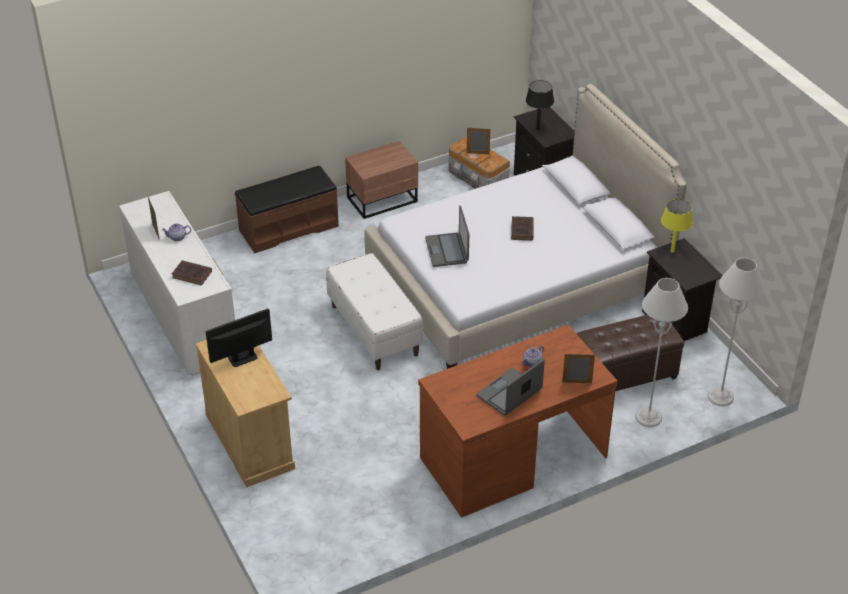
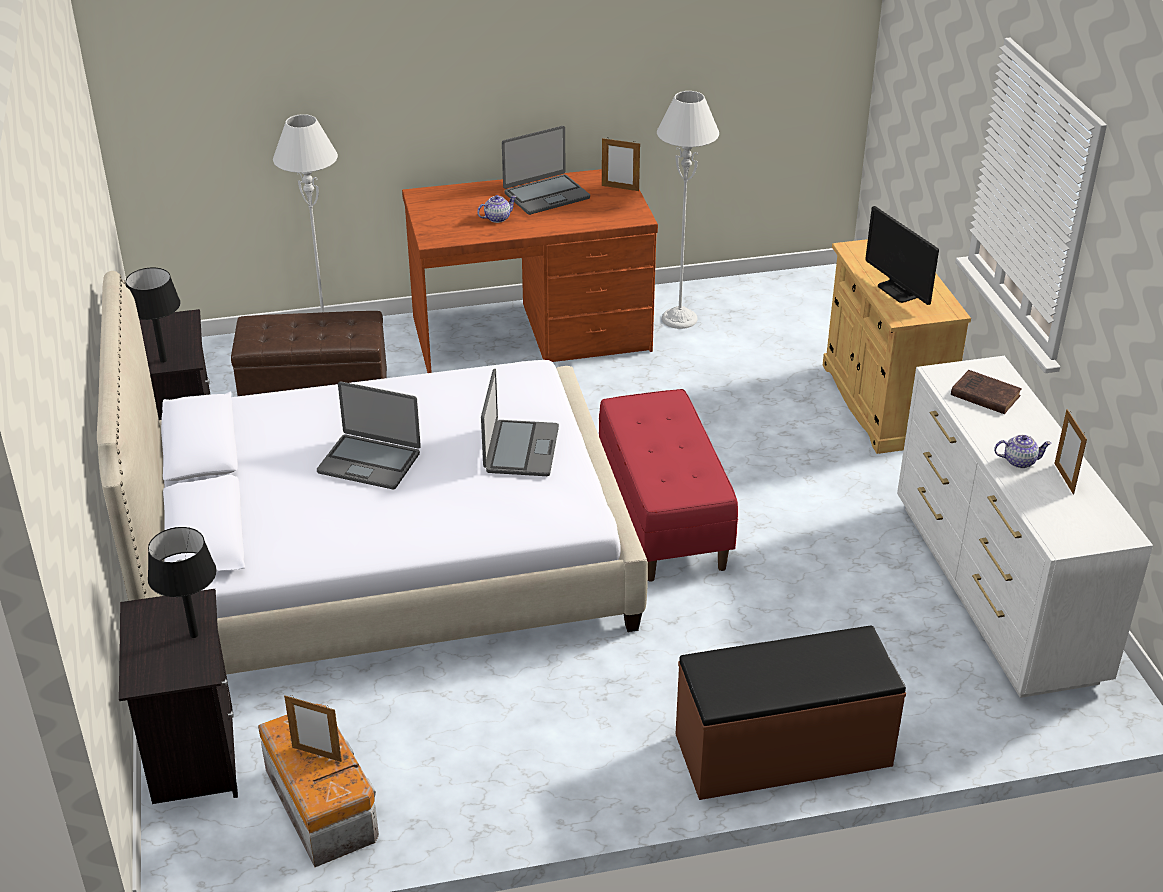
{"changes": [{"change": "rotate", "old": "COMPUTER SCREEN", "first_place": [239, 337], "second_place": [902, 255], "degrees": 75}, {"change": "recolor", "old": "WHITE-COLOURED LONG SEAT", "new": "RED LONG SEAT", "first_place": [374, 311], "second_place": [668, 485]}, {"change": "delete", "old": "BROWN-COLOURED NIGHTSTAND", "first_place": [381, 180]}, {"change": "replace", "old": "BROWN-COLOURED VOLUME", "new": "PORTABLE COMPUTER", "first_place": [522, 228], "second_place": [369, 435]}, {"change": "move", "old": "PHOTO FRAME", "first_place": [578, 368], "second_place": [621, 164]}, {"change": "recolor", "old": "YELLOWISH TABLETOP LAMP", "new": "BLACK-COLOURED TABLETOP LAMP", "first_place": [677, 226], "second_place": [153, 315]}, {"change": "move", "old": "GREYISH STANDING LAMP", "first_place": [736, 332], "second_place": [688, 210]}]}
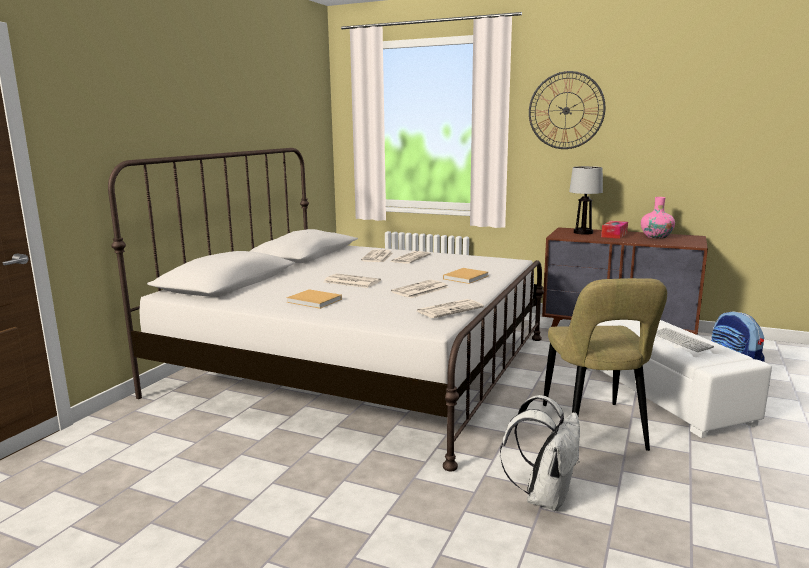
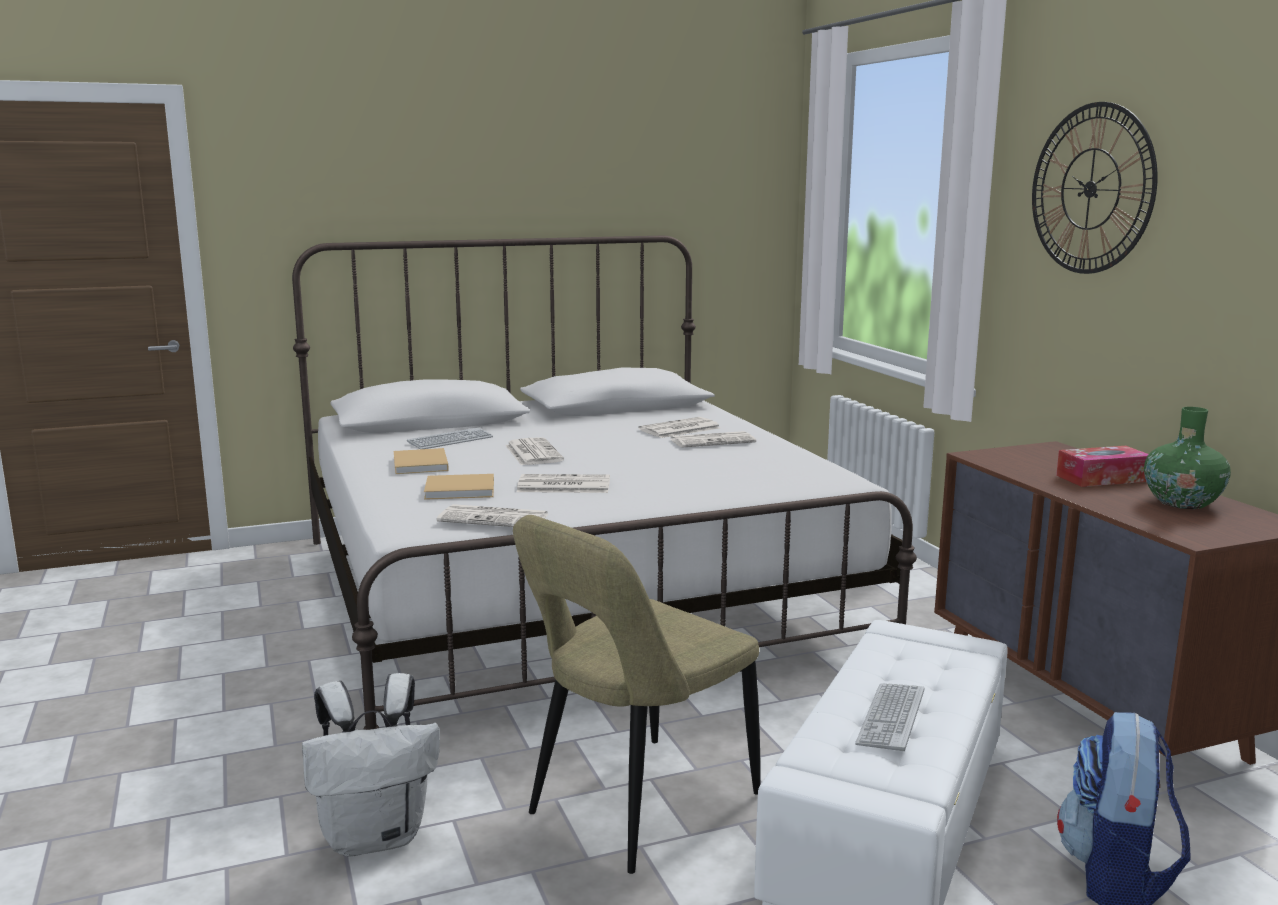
{"changes": [{"change": "move", "old": "BEIGE VOLUME", "first_place": [465, 276], "second_place": [459, 487]}, {"change": "delete", "old": "TABLETOP LAMP", "first_place": [586, 200]}, {"change": "recolor", "old": "PINK DECORATIVE VASE", "new": "GREEN DECORATIVE VASE", "first_place": [658, 218], "second_place": [1187, 458]}, {"change": "insert", "new": "PC KEYBOARD", "second_place": [450, 438]}]}
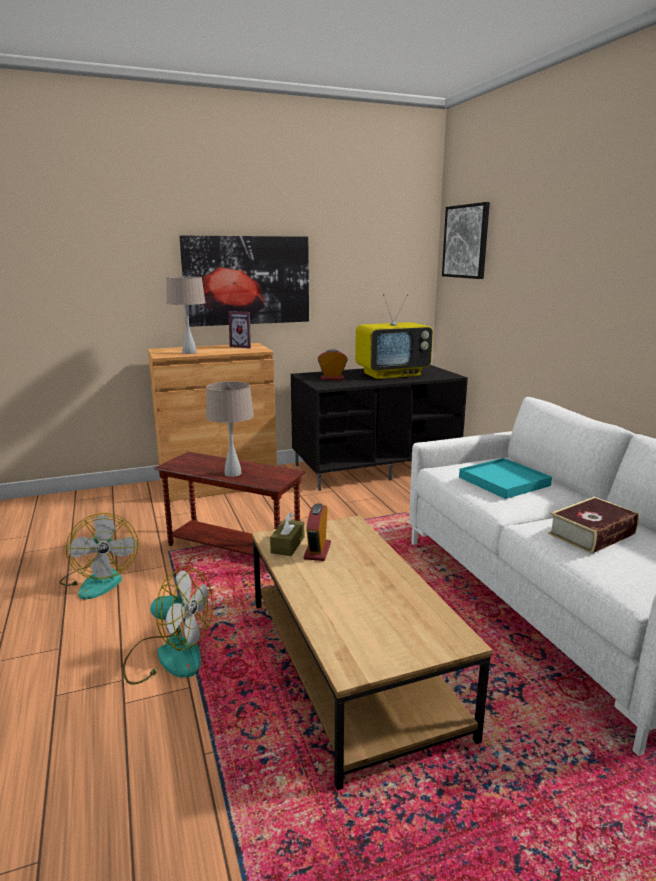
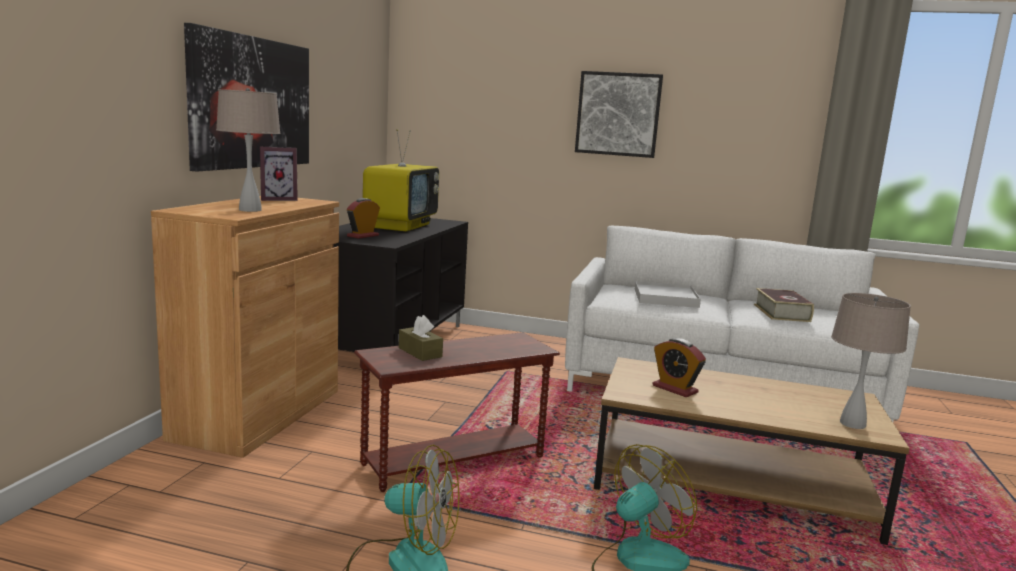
{"changes": [{"change": "move", "old": "BEIGE TABLETOP LAMP", "first_place": [230, 429], "second_place": [871, 361]}, {"change": "move", "old": "BROWN-COLOURED TISSUE BOX", "first_place": [287, 534], "second_place": [421, 338]}, {"change": "move", "old": "PICTURE", "first_place": [466, 240], "second_place": [619, 114]}, {"change": "recolor", "old": "TURQUOISE CARRYING TRAY", "new": "WHITE-COLOURED CARRYING TRAY", "first_place": [505, 478], "second_place": [668, 294]}]}
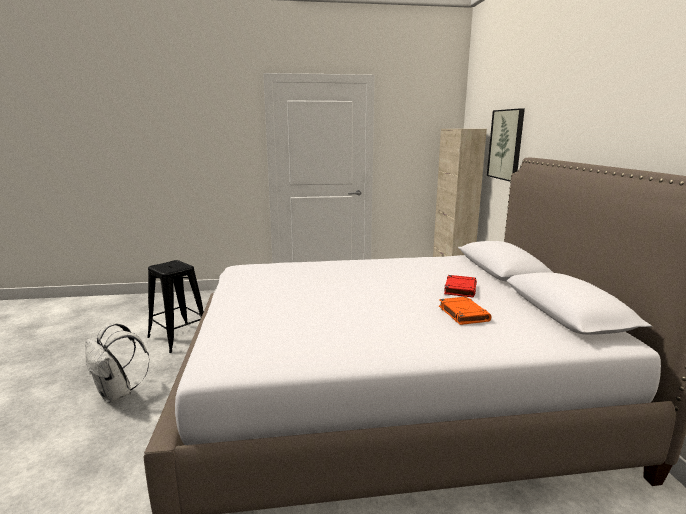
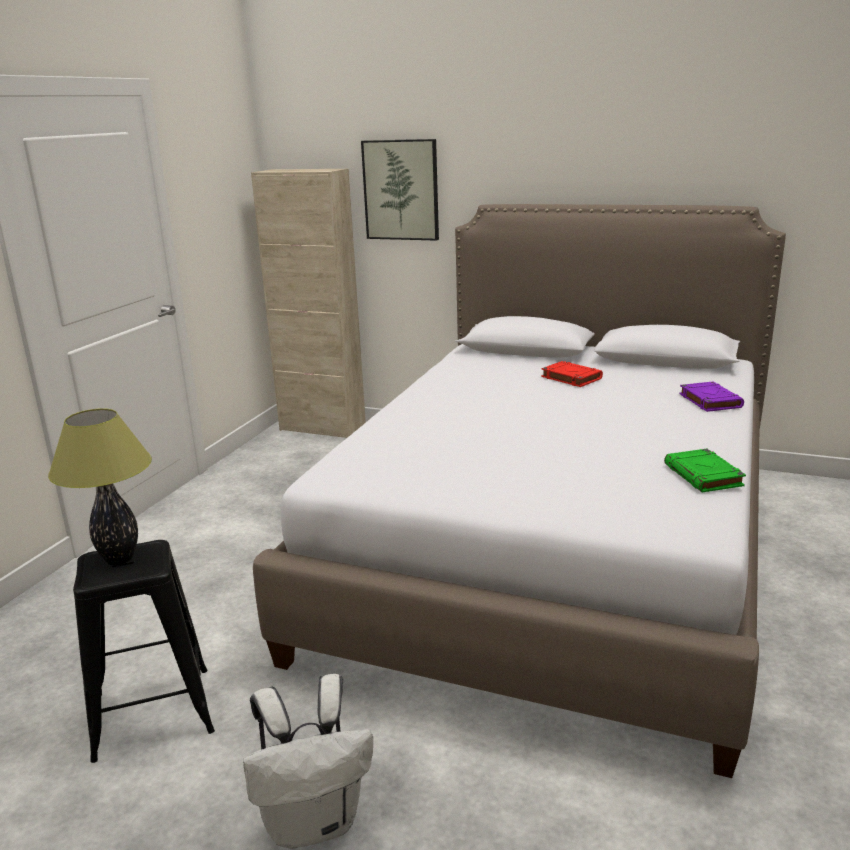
{"changes": [{"change": "delete", "old": "ORANGE-COLOURED VOLUME", "first_place": [465, 311]}, {"change": "insert", "new": "TABLETOP LAMP", "second_place": [100, 487]}, {"change": "insert", "new": "GREEN VOLUME", "second_place": [705, 470]}, {"change": "insert", "new": "PURPLISH VOLUME", "second_place": [711, 397]}]}
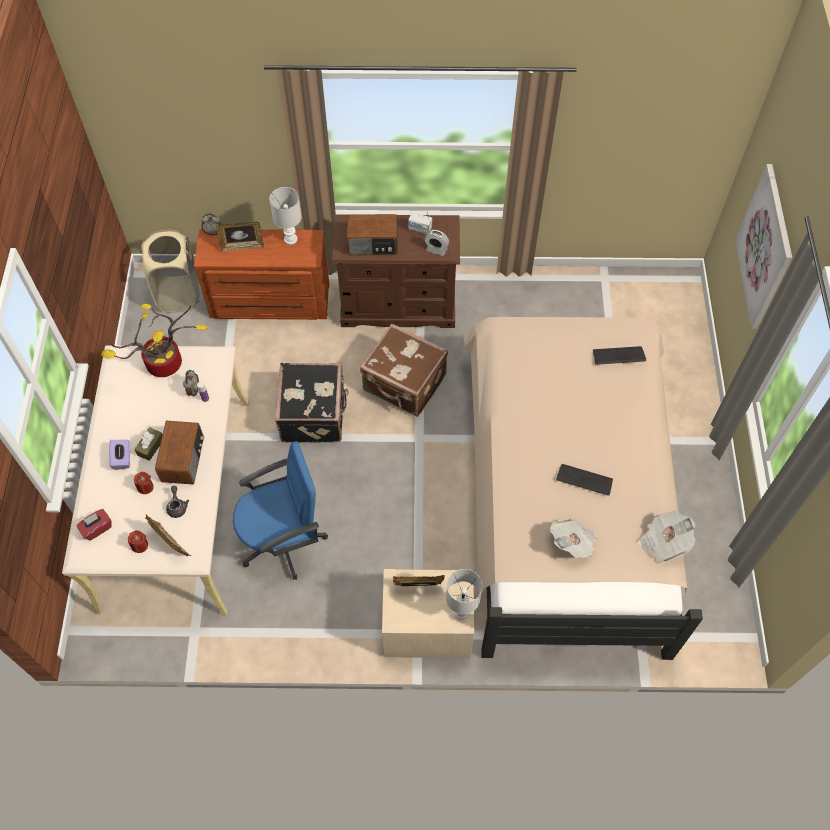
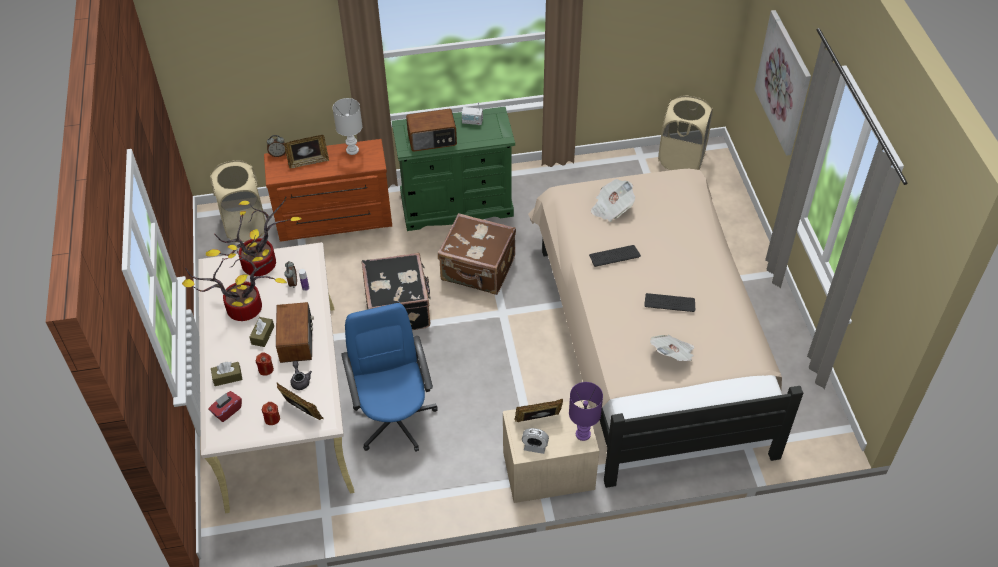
{"changes": [{"change": "delete", "old": "PURPLISH TISSUE BOX", "first_place": [119, 455]}, {"change": "rotate", "old": "BLUISH DESK CHAIR", "first_place": [280, 510], "second_place": [389, 377], "degrees": -75}, {"change": "recolor", "old": "BROWN-COLOURED DRAWER CHEST", "new": "GREEN DRAWER CHEST", "first_place": [396, 271], "second_place": [453, 169]}, {"change": "move", "old": "BEDSIDE CLOCK", "first_place": [437, 243], "second_place": [535, 441]}, {"change": "recolor", "old": "WHITE-COLOURED TABLETOP LAMP", "new": "PURPLISH TABLETOP LAMP", "first_place": [464, 594], "second_place": [586, 411]}, {"change": "move", "old": "PC KEYBOARD", "first_place": [619, 355], "second_place": [615, 256]}, {"change": "move", "old": "PRINTED PAPER", "first_place": [667, 537], "second_place": [613, 200]}, {"change": "insert", "new": "HOUSEPLANT", "second_place": [234, 283]}, {"change": "insert", "new": "BROWN-COLOURED TISSUE BOX", "second_place": [227, 374]}, {"change": "insert", "new": "BEIGE HAMPER", "second_place": [685, 132]}]}
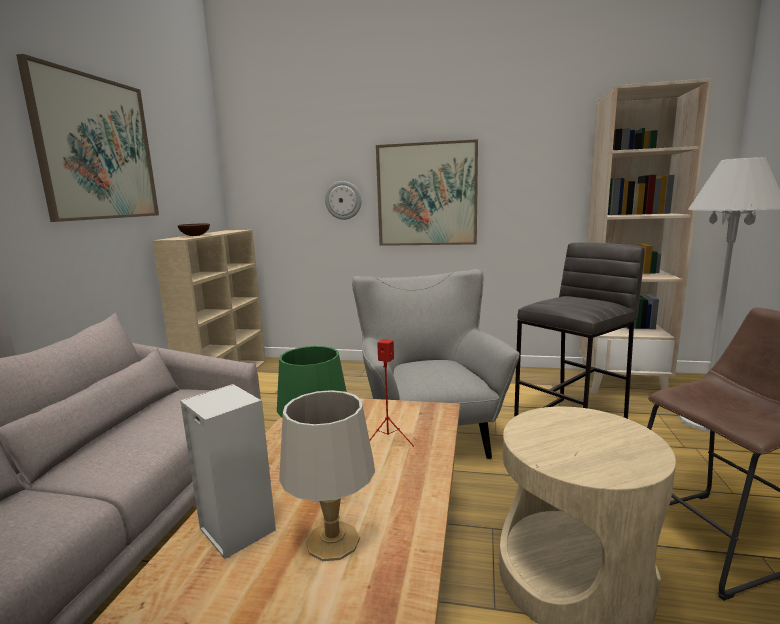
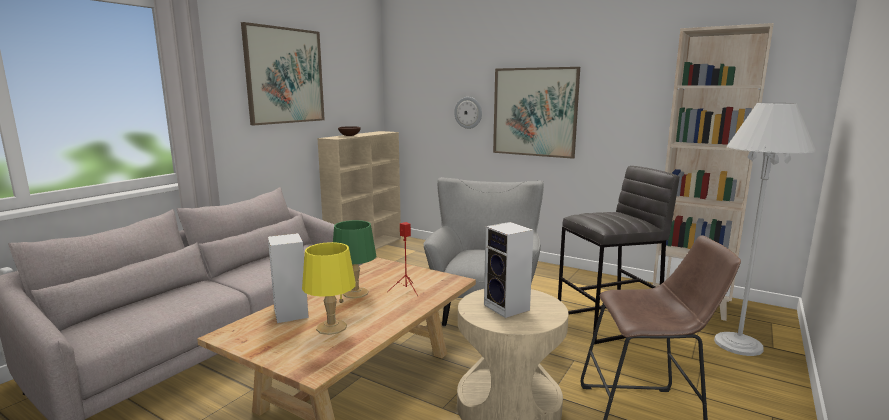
{"changes": [{"change": "recolor", "old": "GREYISH TABLETOP LAMP", "new": "YELLOWISH TABLETOP LAMP", "first_place": [327, 475], "second_place": [329, 288]}, {"change": "insert", "new": "SPEAKER", "second_place": [509, 270]}]}
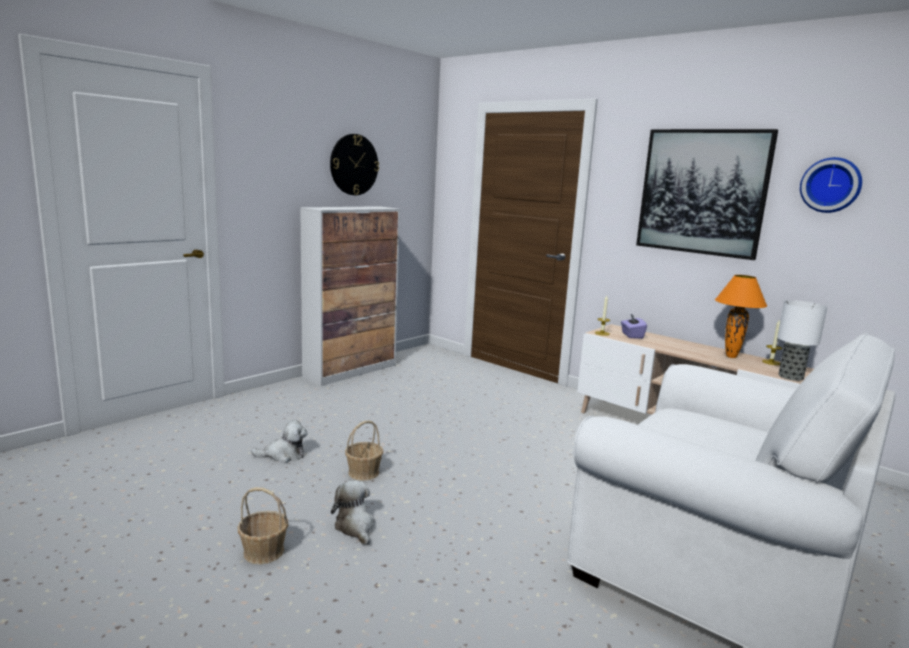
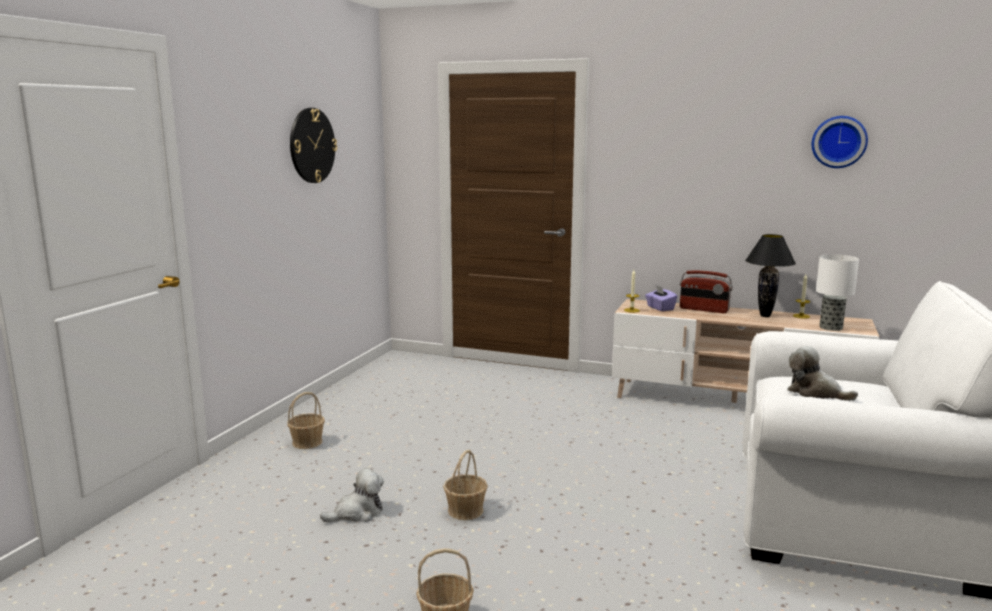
{"changes": [{"change": "delete", "old": "CUPBOARD", "first_place": [350, 296]}, {"change": "move", "old": "PLUSH TOY", "first_place": [353, 513], "second_place": [822, 373]}, {"change": "delete", "old": "PICTURE", "first_place": [707, 194]}, {"change": "recolor", "old": "ORANGE-COLOURED TABLETOP LAMP", "new": "BLACK-COLOURED TABLETOP LAMP", "first_place": [741, 316], "second_place": [770, 275]}, {"change": "insert", "new": "STORAGE BASKET", "second_place": [306, 420]}, {"change": "insert", "new": "RADIO", "second_place": [706, 292]}]}
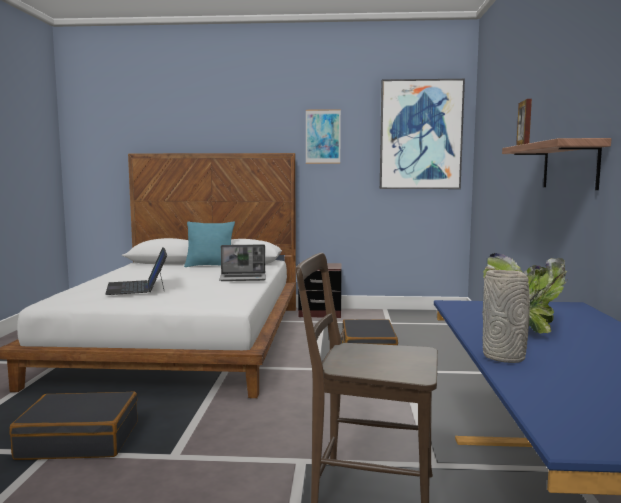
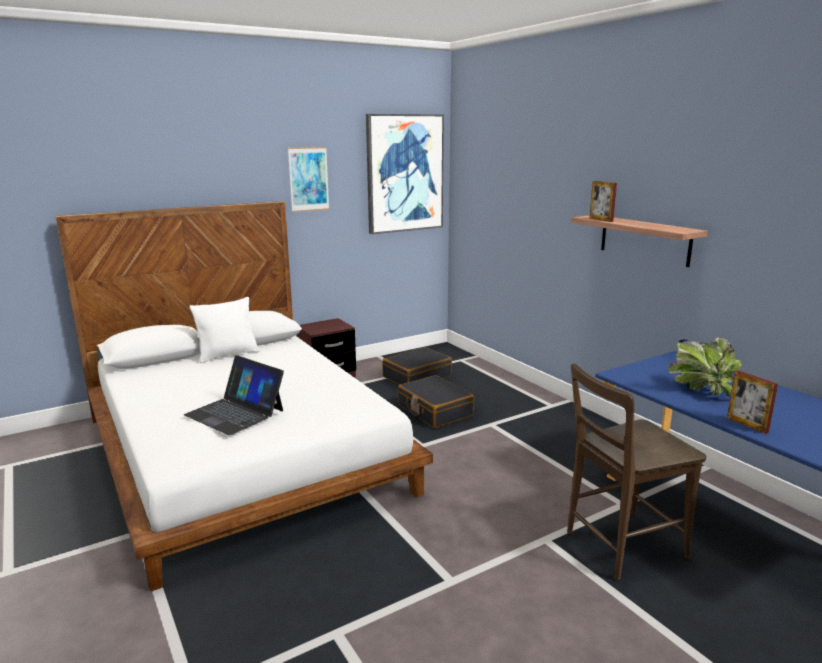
{"changes": [{"change": "move", "old": "BLACK-COLOURED SUITCASE", "first_place": [73, 425], "second_place": [417, 366]}, {"change": "recolor", "old": "TURQUOISE PILLOW", "new": "WHITE-COLOURED PILLOW", "first_place": [209, 244], "second_place": [224, 330]}, {"change": "delete", "old": "PORTABLE COMPUTER", "first_place": [242, 262]}, {"change": "replace", "old": "GREYISH DECORATIVE VASE", "new": "PHOTO FRAME", "first_place": [506, 316], "second_place": [752, 402]}]}
